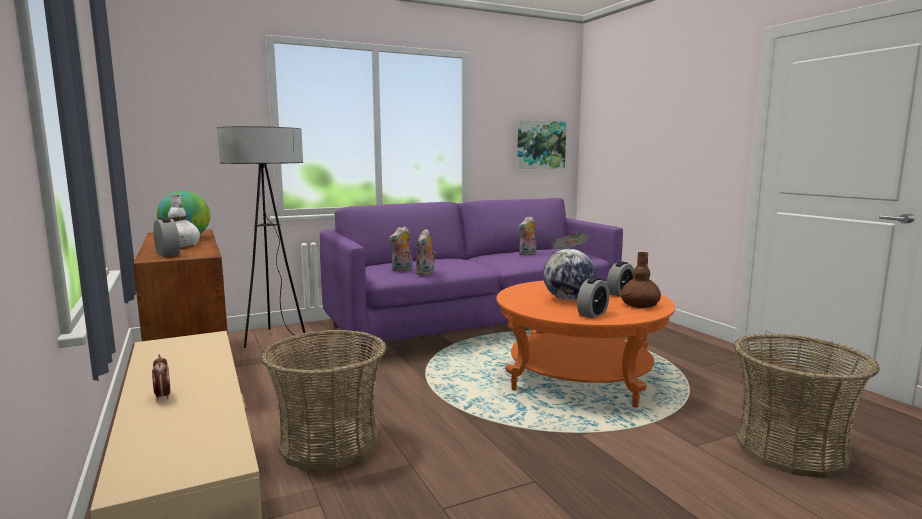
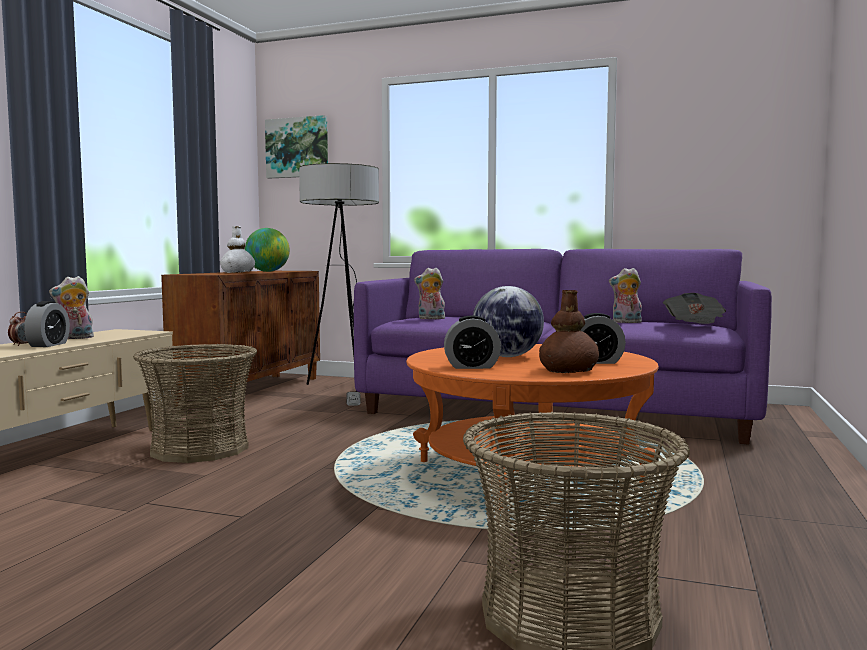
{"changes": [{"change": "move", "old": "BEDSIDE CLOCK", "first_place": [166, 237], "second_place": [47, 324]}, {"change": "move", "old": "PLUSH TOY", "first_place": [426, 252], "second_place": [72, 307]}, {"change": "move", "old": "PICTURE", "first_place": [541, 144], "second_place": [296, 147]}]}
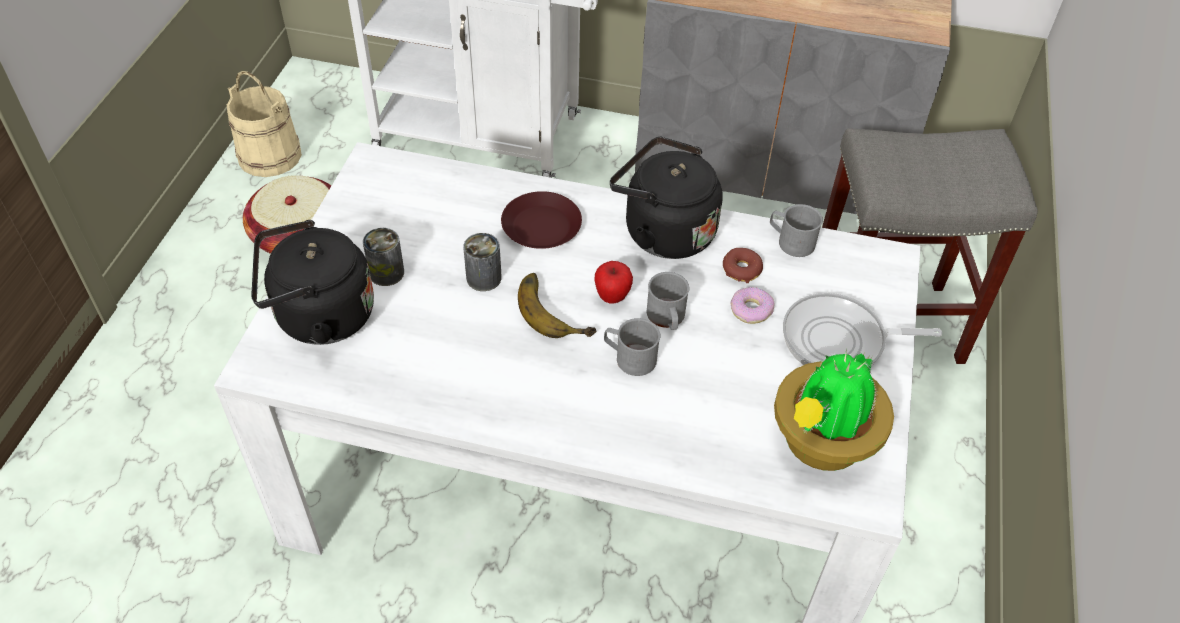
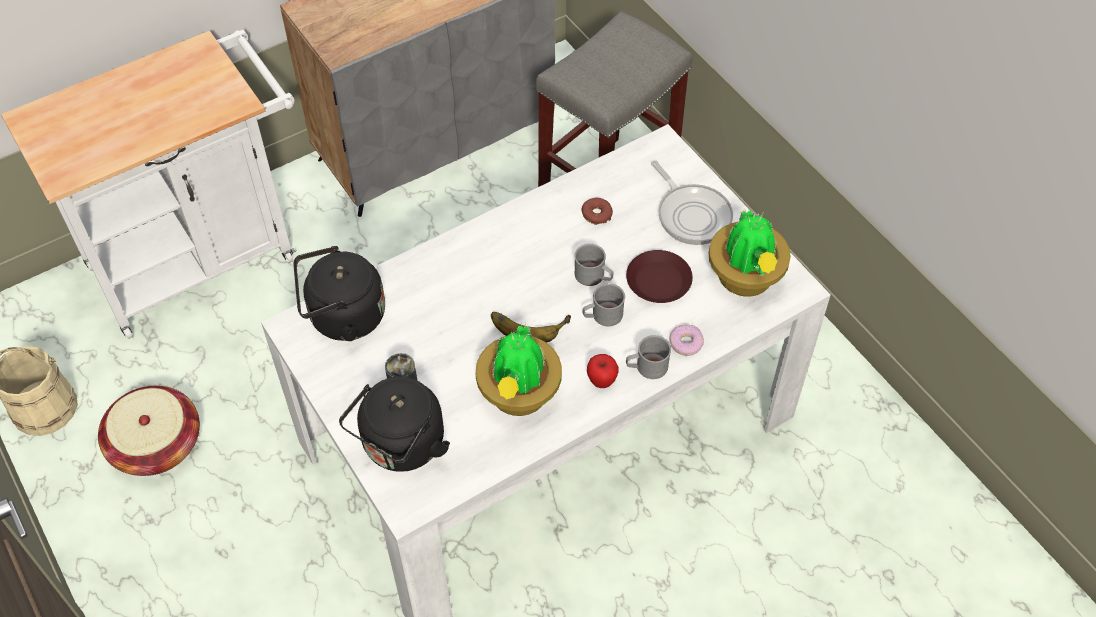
{"changes": [{"change": "delete", "old": "CAN", "first_place": [482, 262]}, {"change": "move", "old": "BROWN-COLOURED DINNER PLATE", "first_place": [541, 220], "second_place": [659, 276]}, {"change": "move", "old": "APPLE", "first_place": [613, 282], "second_place": [602, 371]}, {"change": "move", "old": "BLACK-COLOURED KETTLE", "first_place": [666, 198], "second_place": [339, 293]}, {"change": "move", "old": "RING DOUGHNUT", "first_place": [752, 305], "second_place": [687, 340]}, {"change": "move", "old": "GREYISH MUG", "first_place": [796, 230], "second_place": [648, 357]}, {"change": "rotate", "old": "FRYING PAN", "first_place": [862, 329], "second_place": [692, 202], "degrees": -75}, {"change": "insert", "new": "HOUSEPLANT", "second_place": [519, 369]}]}
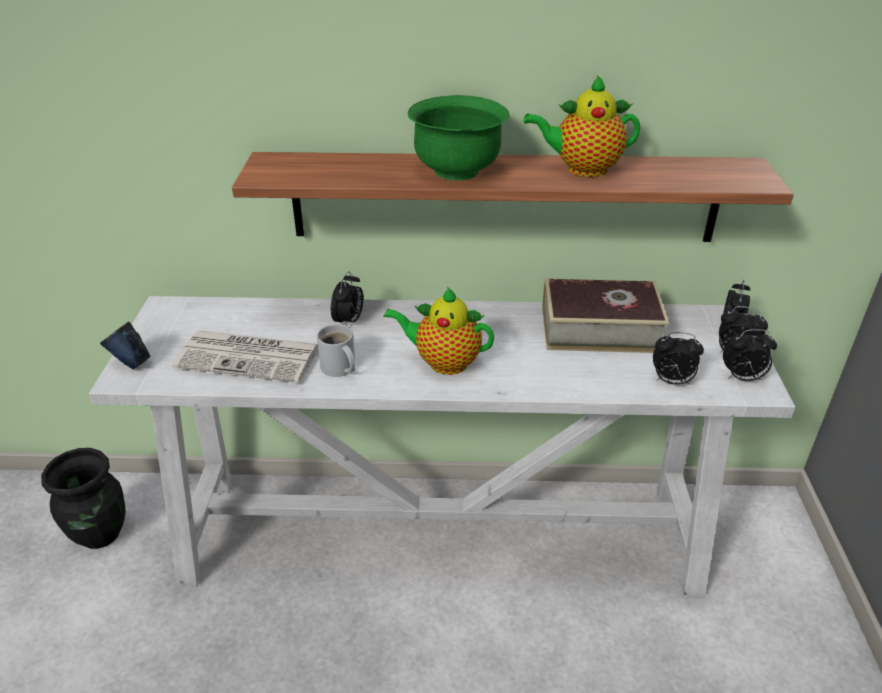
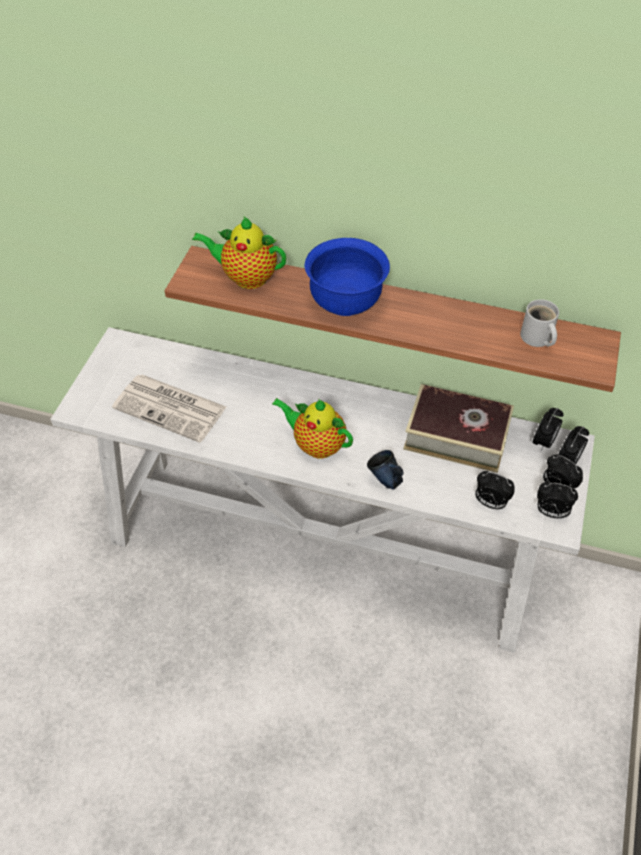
{"changes": [{"change": "delete", "old": "BLACK-COLOURED DECORATIVE VASE", "first_place": [83, 498]}, {"change": "move", "old": "BLUISH MUG", "first_place": [125, 346], "second_place": [385, 469]}, {"change": "move", "old": "WHITE-COLOURED MUG", "first_place": [336, 350], "second_place": [539, 323]}, {"change": "move", "old": "BEDSIDE CLOCK", "first_place": [347, 298], "second_place": [548, 429]}, {"change": "recolor", "old": "GREEN BOWL", "new": "BLUISH BOWL", "first_place": [459, 137], "second_place": [347, 277]}, {"change": "move", "old": "TEAPOT", "first_place": [581, 125], "second_place": [239, 253]}]}
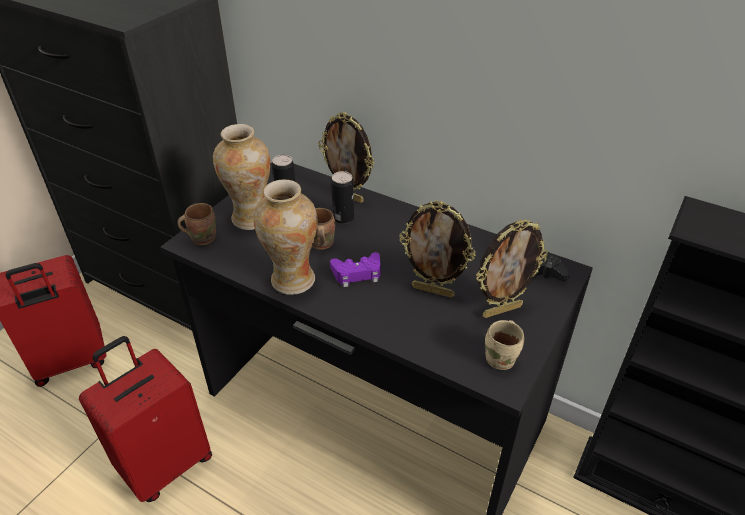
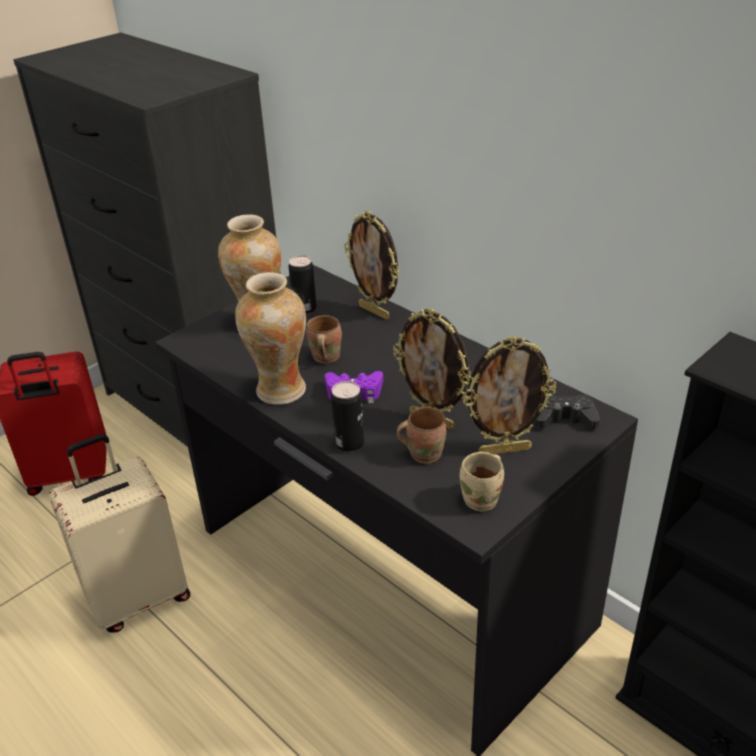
{"changes": [{"change": "recolor", "old": "RED SUITCASE", "new": "BEIGE SUITCASE", "first_place": [145, 419], "second_place": [119, 533]}, {"change": "move", "old": "BROWN-COLOURED MUG", "first_place": [197, 224], "second_place": [421, 435]}, {"change": "move", "old": "CAN", "first_place": [342, 197], "second_place": [347, 416]}]}
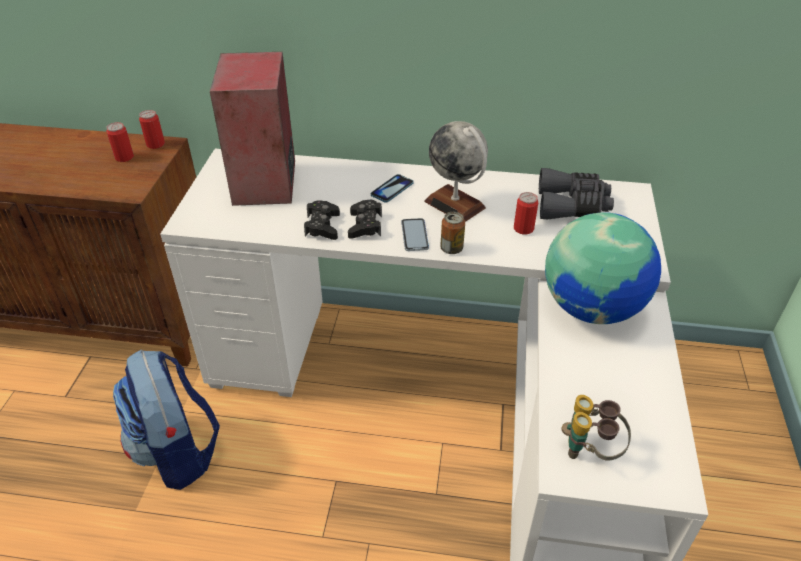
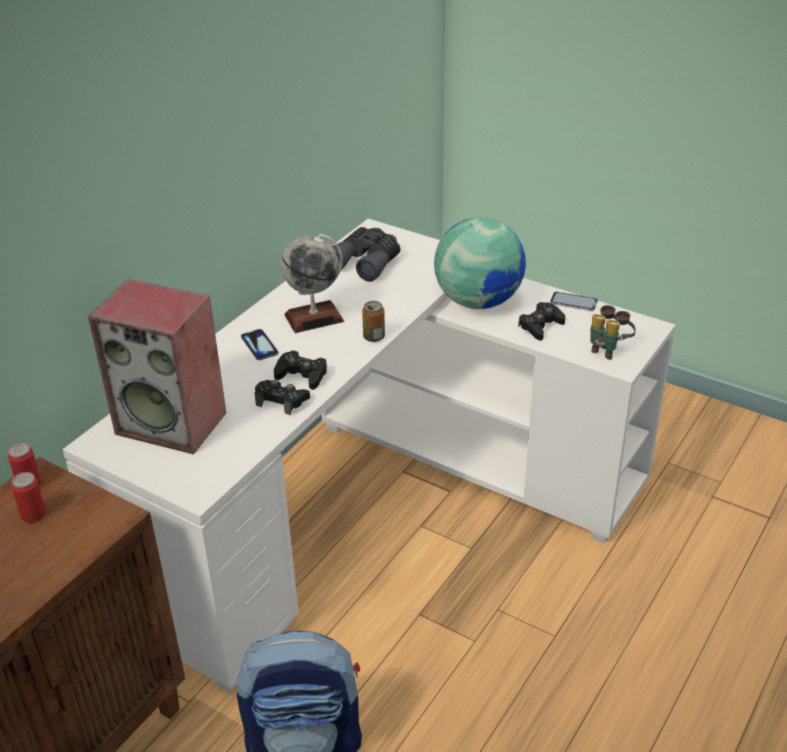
{"changes": [{"change": "move", "old": "PHONE", "first_place": [415, 234], "second_place": [574, 301]}, {"change": "delete", "old": "CAN", "first_place": [526, 213]}, {"change": "insert", "new": "BLACK-COLOURED JOYPAD", "second_place": [541, 321]}]}
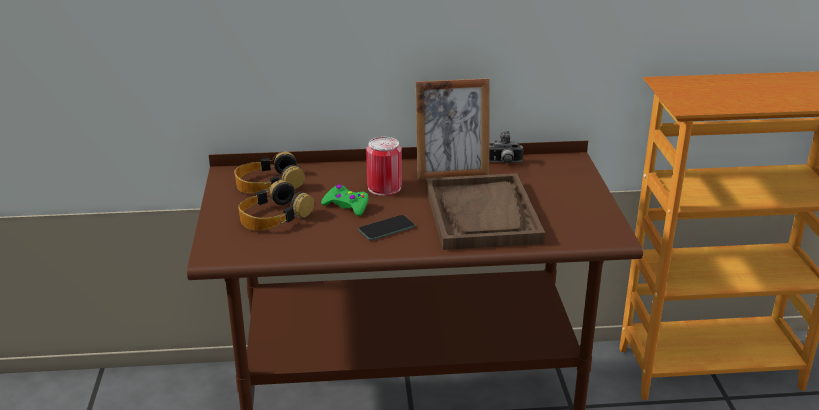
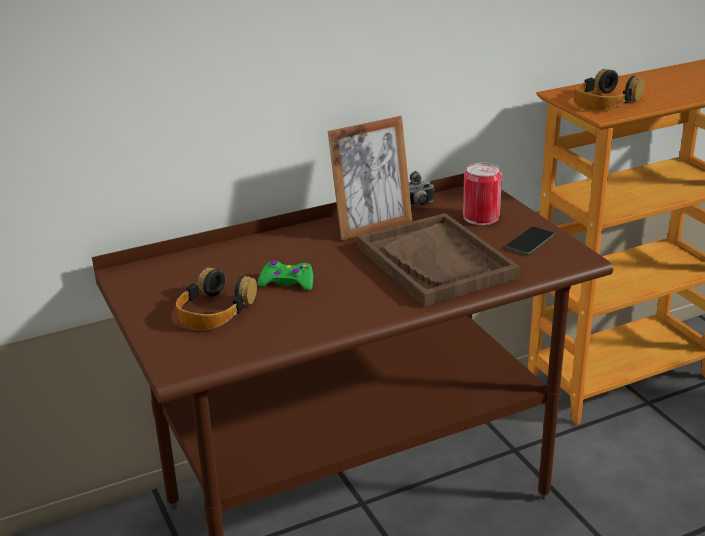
{"changes": [{"change": "move", "old": "HEADPHONES", "first_place": [269, 172], "second_place": [609, 90]}, {"change": "move", "old": "PHONE", "first_place": [386, 227], "second_place": [530, 241]}, {"change": "move", "old": "CAN", "first_place": [384, 166], "second_place": [482, 194]}]}
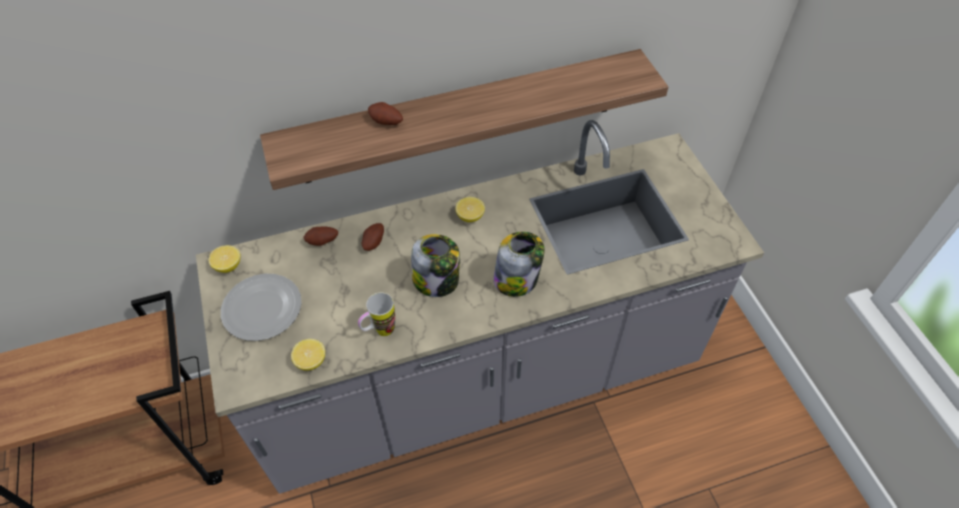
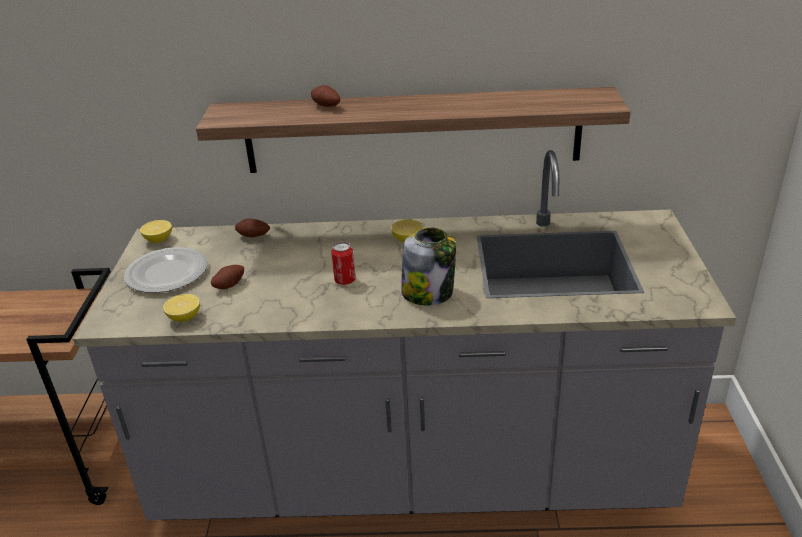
{"changes": [{"change": "delete", "old": "MUG", "first_place": [376, 314]}, {"change": "move", "old": "POTATO", "first_place": [372, 237], "second_place": [227, 277]}, {"change": "replace", "old": "STORAGE JAR", "new": "CAN", "first_place": [435, 265], "second_place": [343, 263]}]}
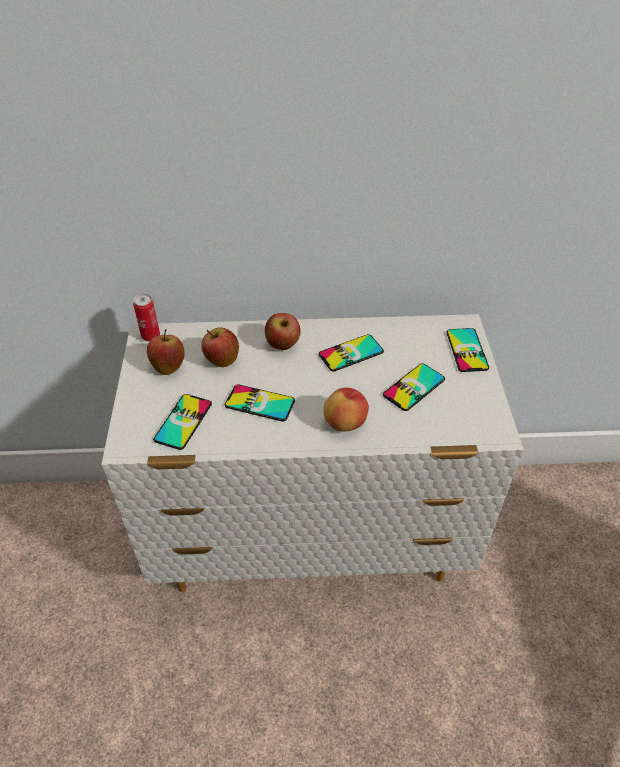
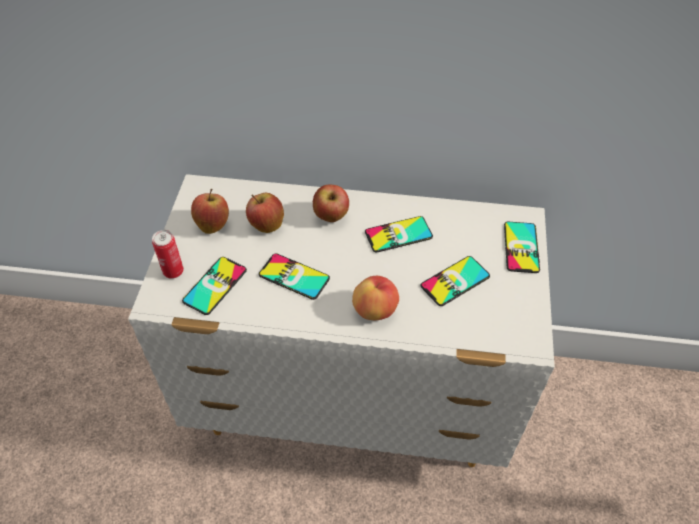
{"changes": [{"change": "move", "old": "CAN", "first_place": [146, 317], "second_place": [168, 254]}]}
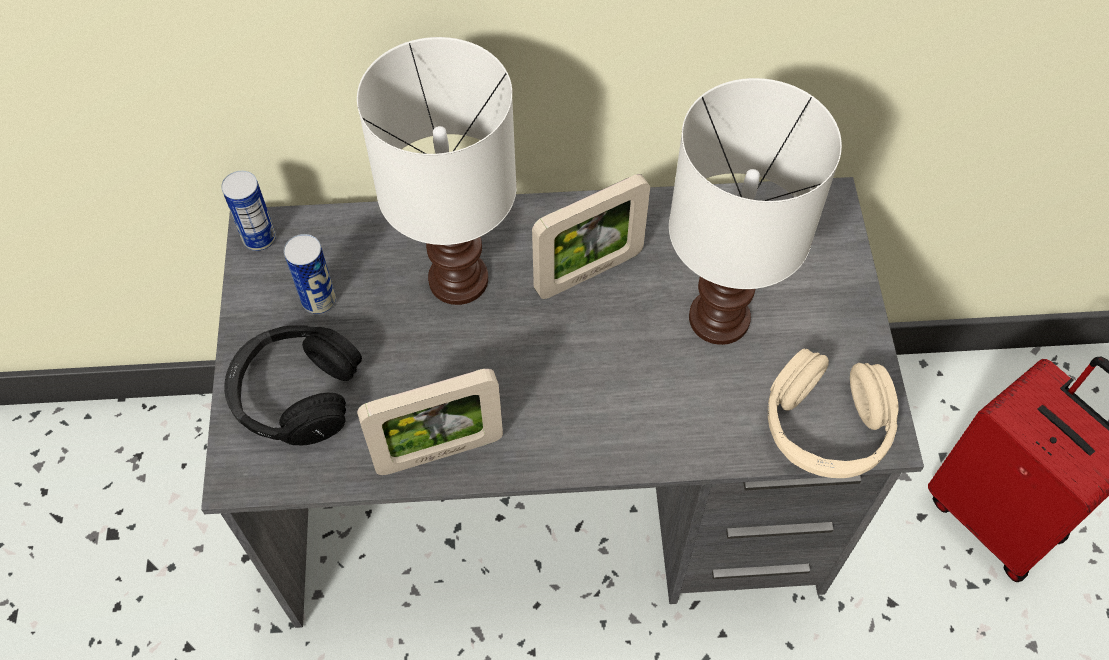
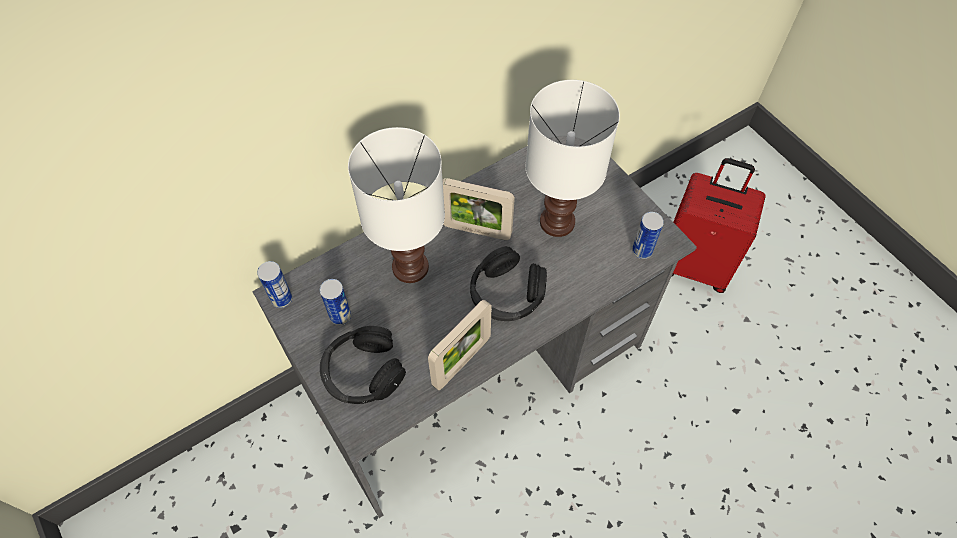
{"changes": [{"change": "rotate", "old": "PHOTO FRAME", "first_place": [591, 236], "second_place": [478, 209], "degrees": 75}, {"change": "replace", "old": "BEIGE HEADPHONES", "new": "CAN", "first_place": [833, 413], "second_place": [648, 235]}, {"change": "insert", "new": "BLACK-COLOURED HEADPHONES", "second_place": [508, 283]}]}
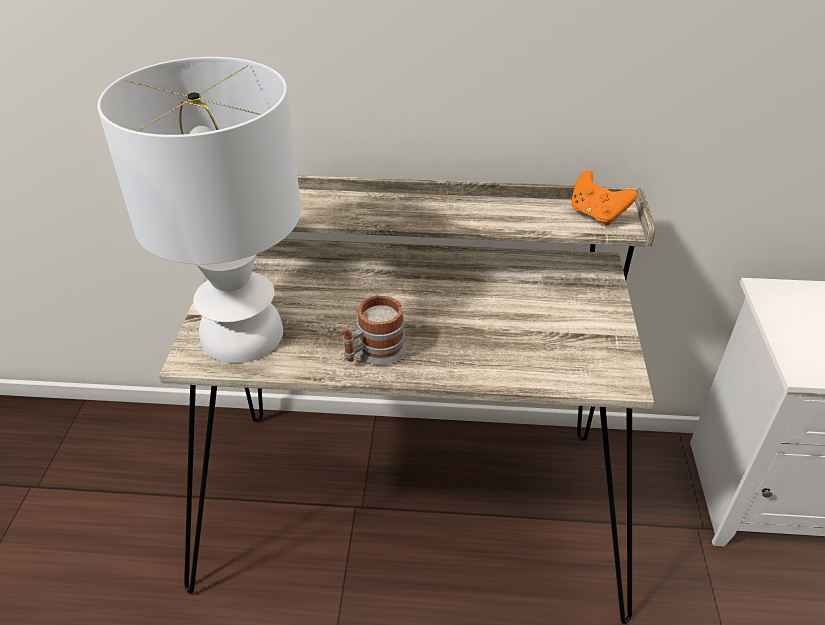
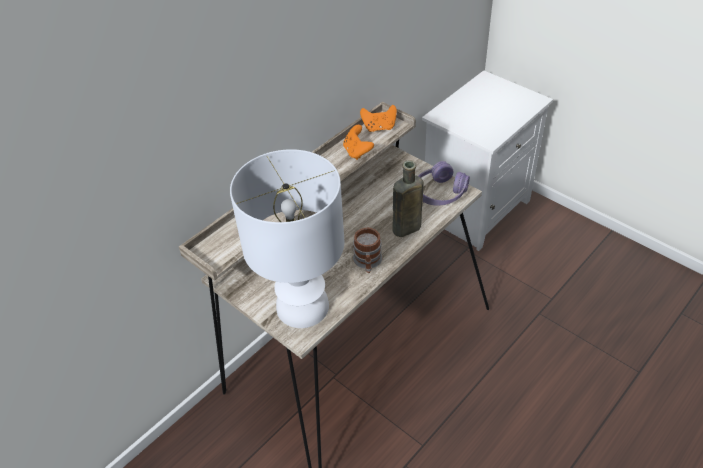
{"changes": [{"change": "insert", "new": "ORANGE-COLOURED JOYPAD", "second_place": [358, 142]}, {"change": "insert", "new": "BROWN-COLOURED DRINK BOTTLE", "second_place": [408, 198]}, {"change": "insert", "new": "PURPLISH HEADPHONES", "second_place": [444, 183]}]}
